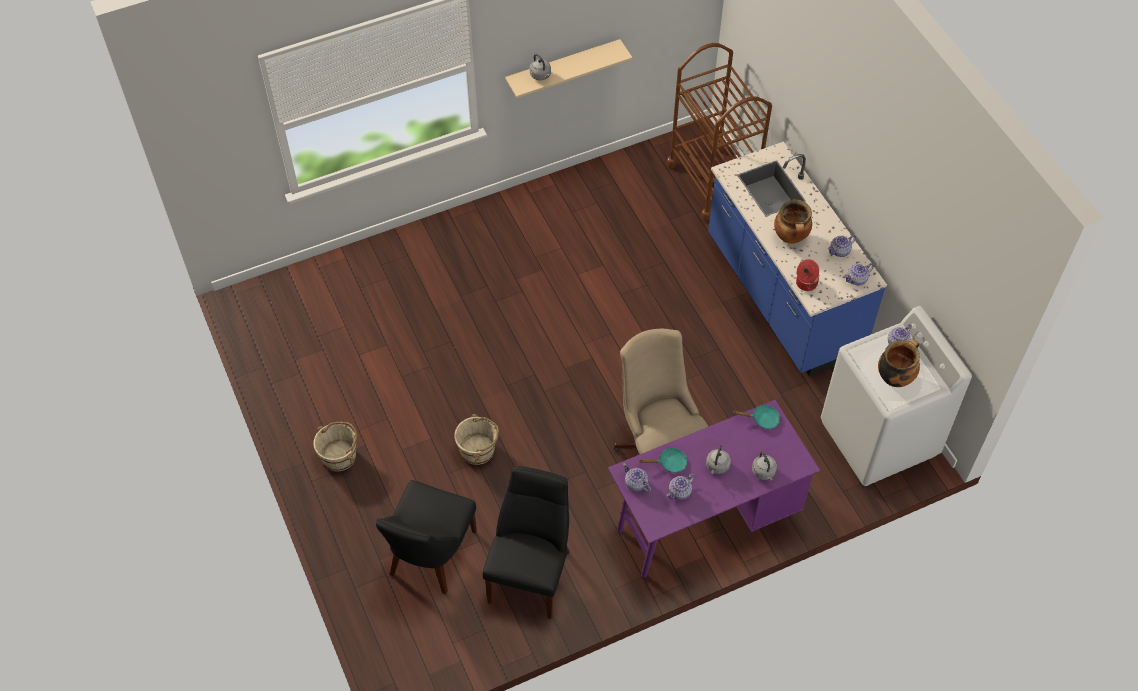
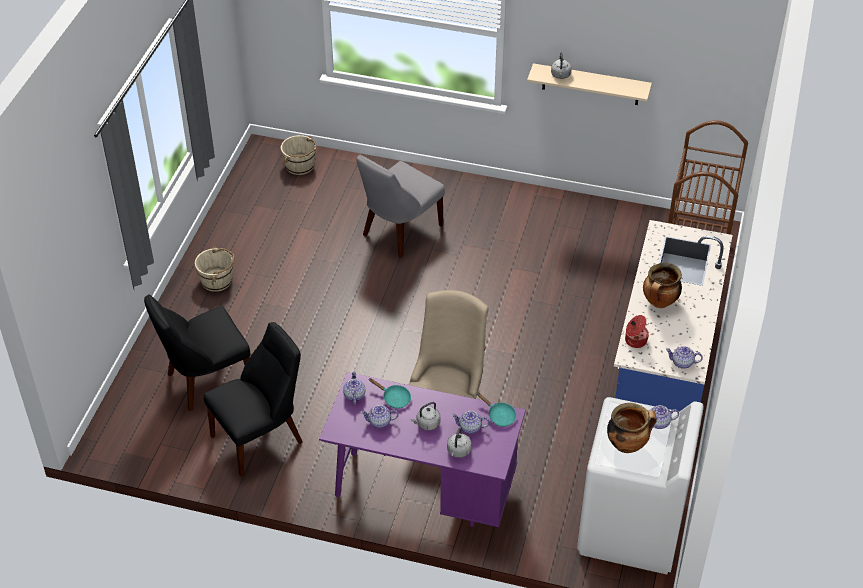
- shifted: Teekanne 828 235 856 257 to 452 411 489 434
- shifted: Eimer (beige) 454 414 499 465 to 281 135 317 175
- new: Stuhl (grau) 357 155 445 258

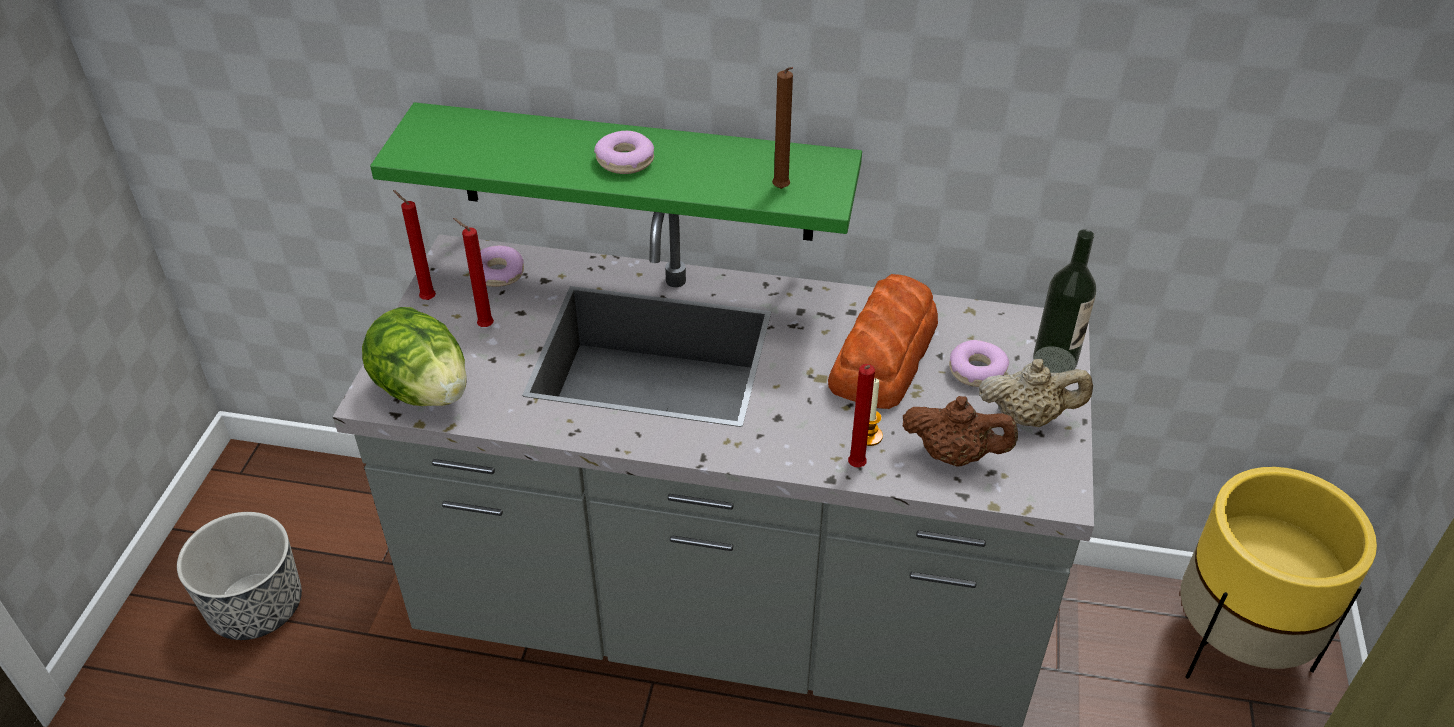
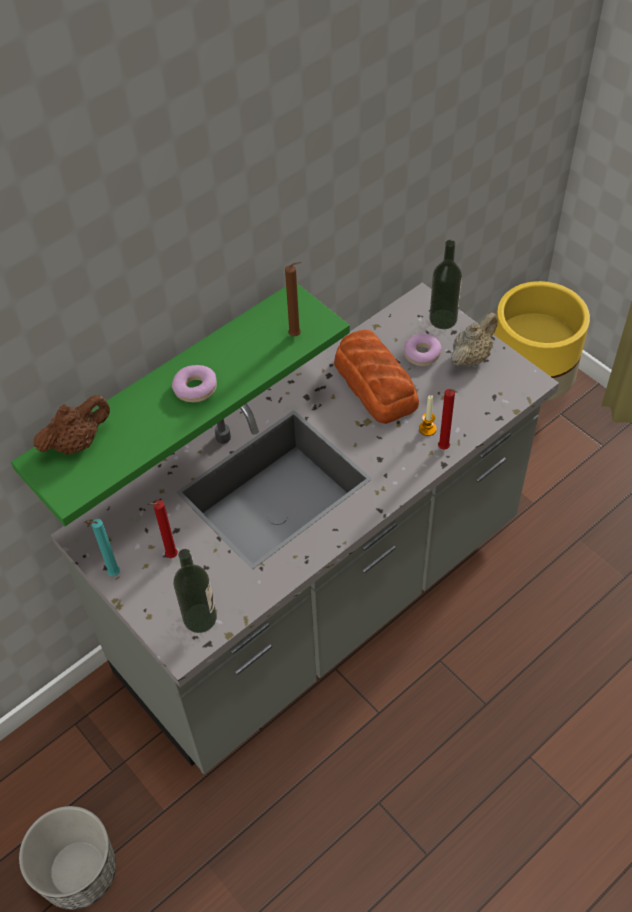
- repainted: Kerze (rot) 393 190 436 300 to Kerze (türkis) 84 519 120 576
- gone: Donut 480 245 524 287
- swapped: Salatkopf 362 307 466 406 to Flasche 173 549 217 633
- shifted: Teekanne (braun) 903 396 1018 467 to 34 395 110 455

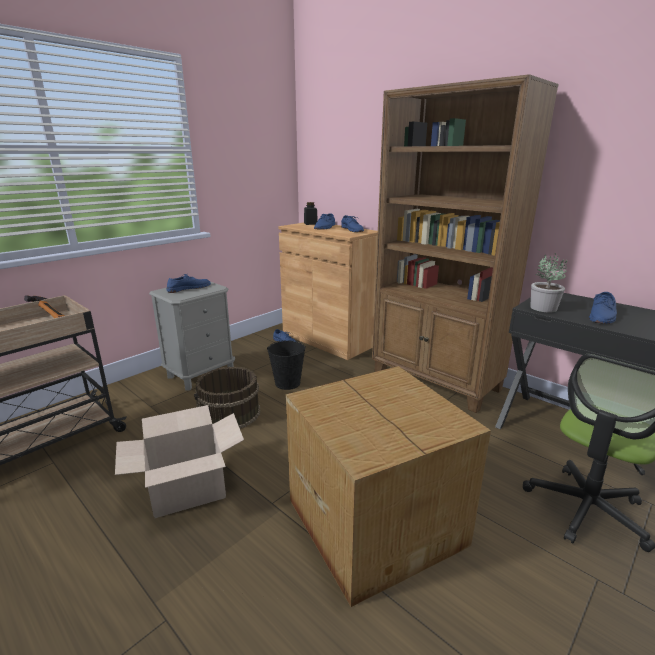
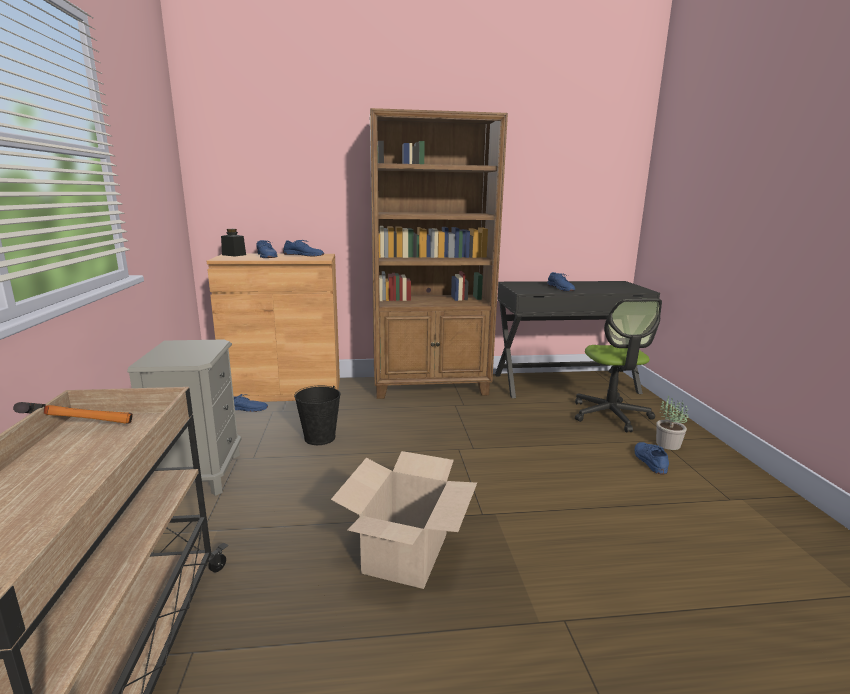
- shifted: Topfpflanze 530 253 567 312 to 656 395 688 450
- shifted: Schuh (blau) 167 274 211 293 to 634 442 669 475
- gone: Karton 286 366 491 607
- gone: Eimer (braun) 194 367 260 429

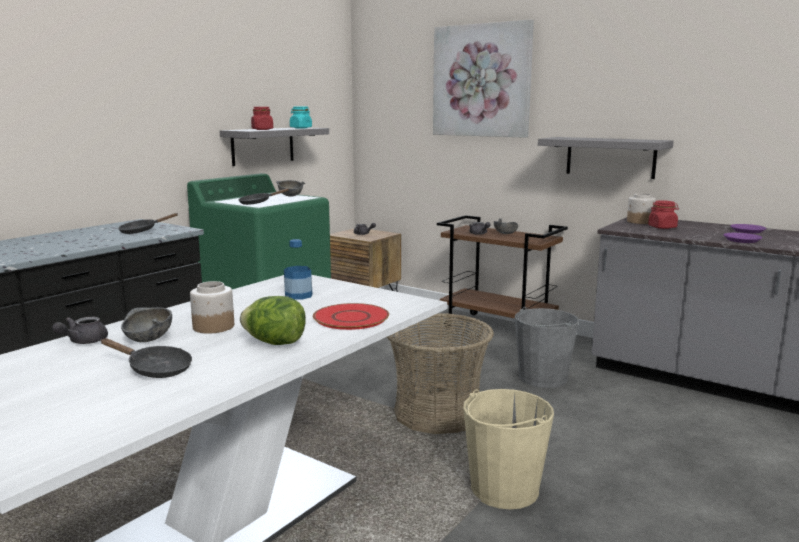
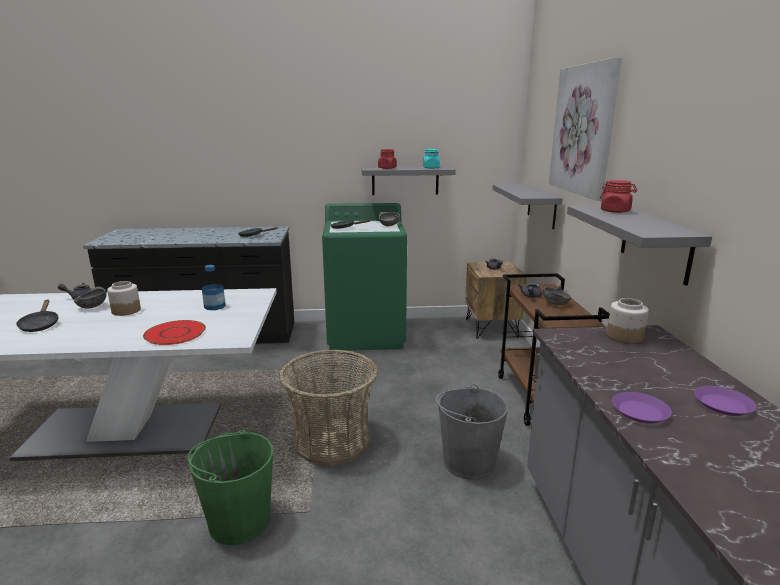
- shifted: Vorratsglas (rot) 648 200 679 229 to 600 180 637 213
- gone: Salatkopf 240 296 306 345
- repainted: Eimer (beige) 463 389 554 509 to Eimer (grün) 188 429 273 545
- new: Wandregal (grau) 492 184 563 229

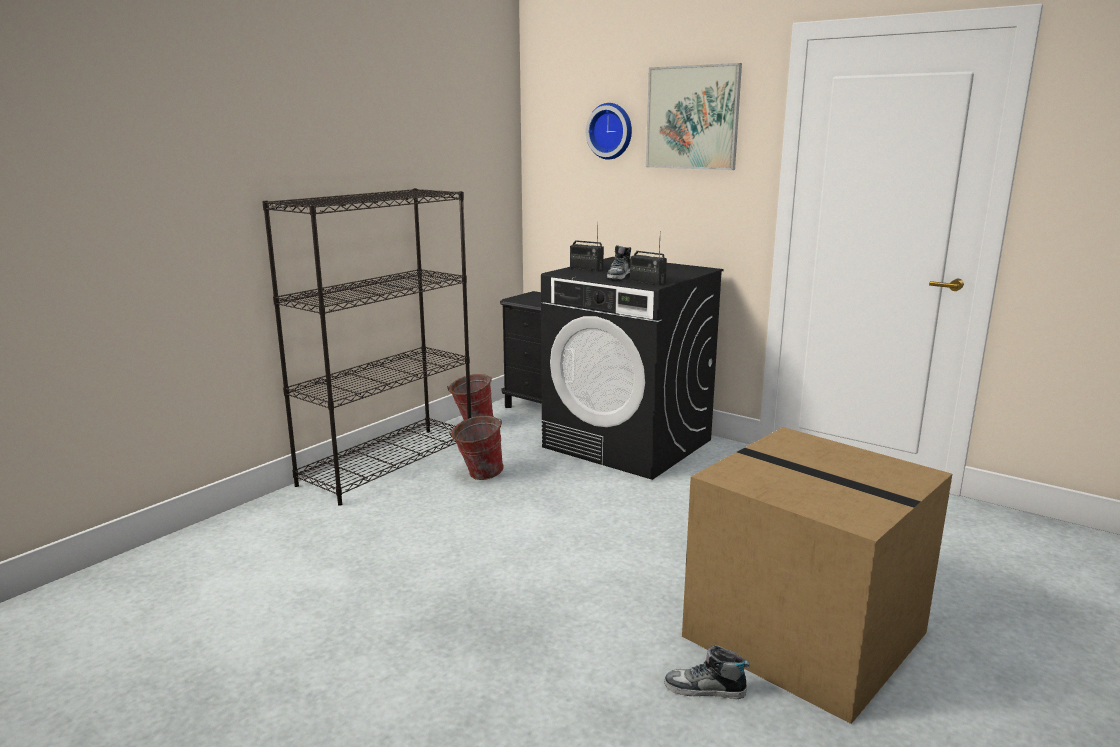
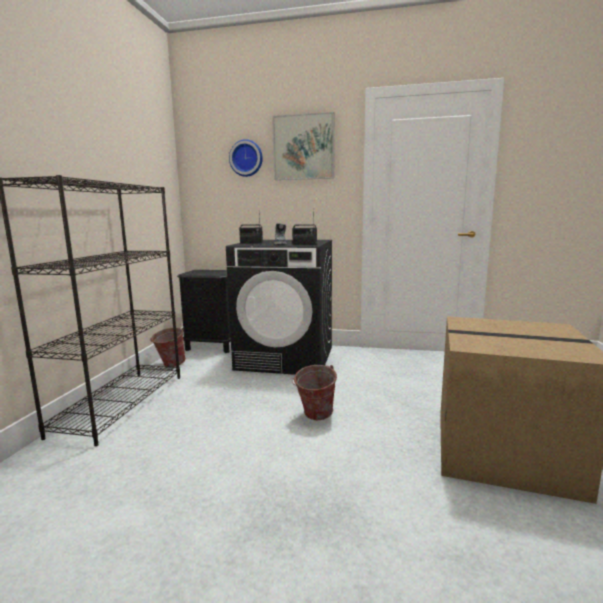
- shifted: Eimer 449 416 504 480 to 292 365 337 420
- gone: Schuh 665 645 750 699

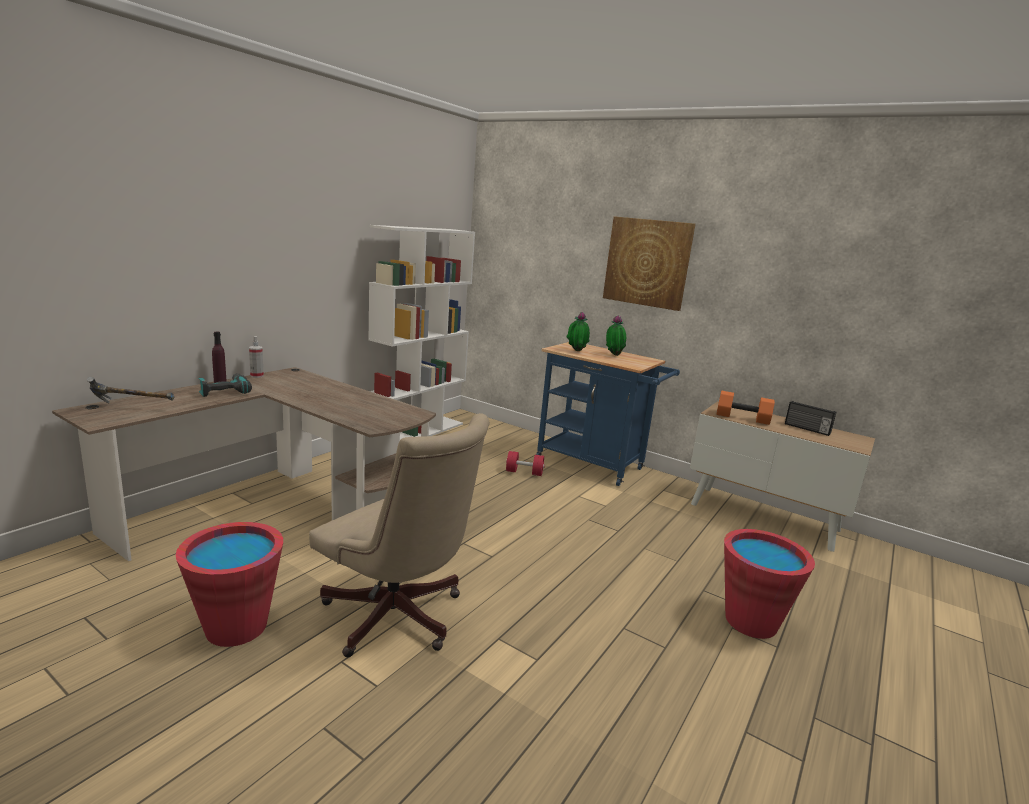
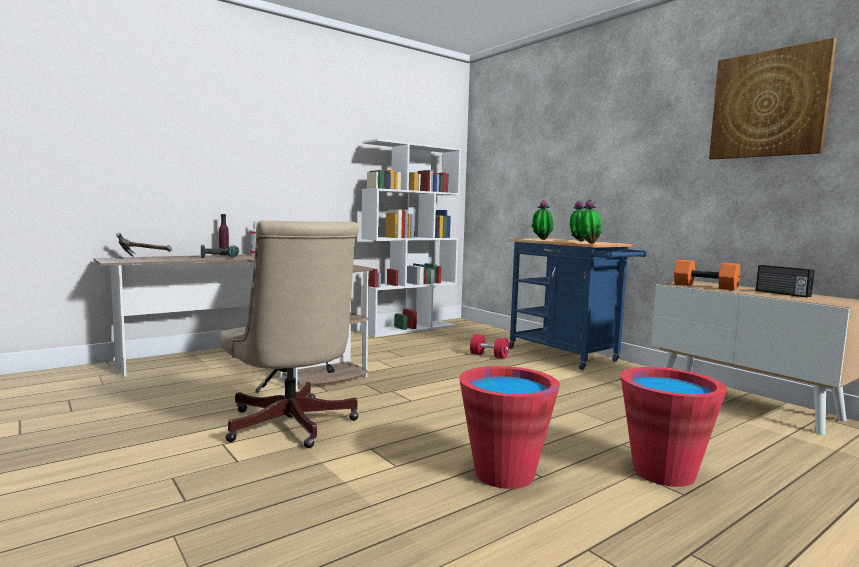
- shifted: Bild 603 216 696 311 to 709 38 837 160
- shifted: Eimer (rot) 176 522 283 647 to 459 366 560 489
- new: Topfpflanze 577 200 603 244

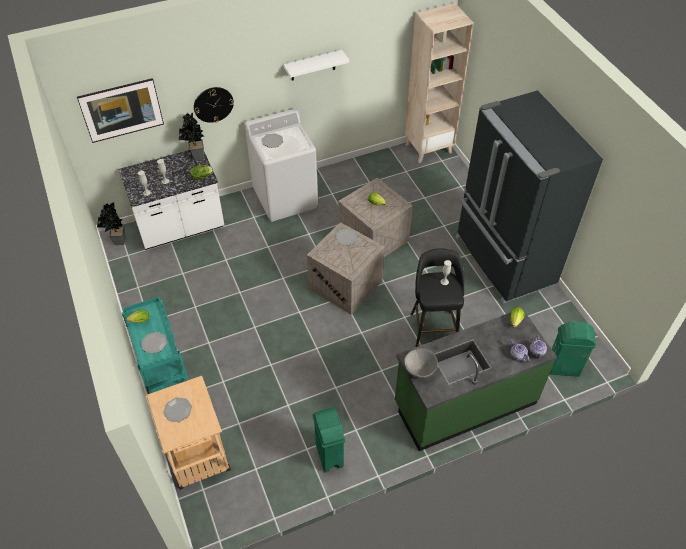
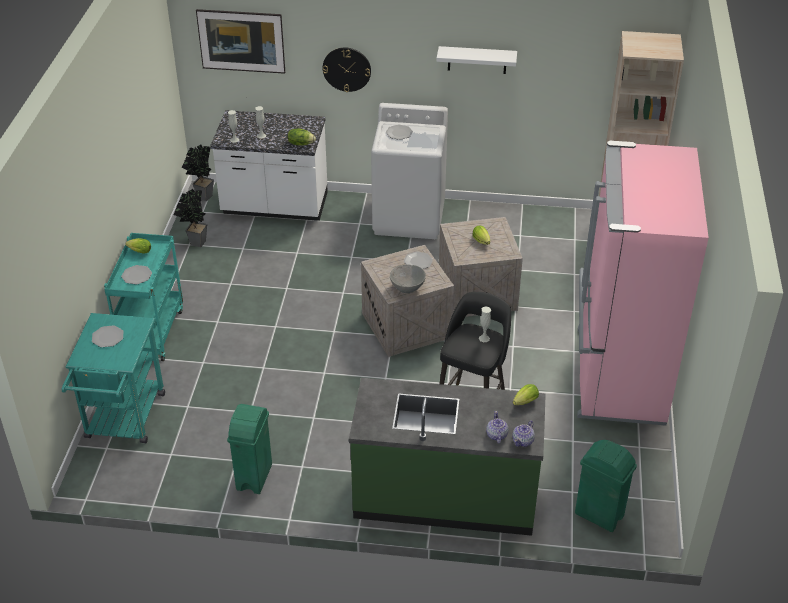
- repainted: Kühlschrank (schwarz) 455 90 603 304 to Kühlschrank (rosa) 577 141 709 426
- shifted: Topfpflanze 179 112 204 161 to 174 189 207 247
- shifted: Schüssel (grau) 404 348 438 378 to 390 264 426 293
- repainted: Rollwagen (beige) 146 376 231 490 to Rollwagen (türkis) 62 313 165 444

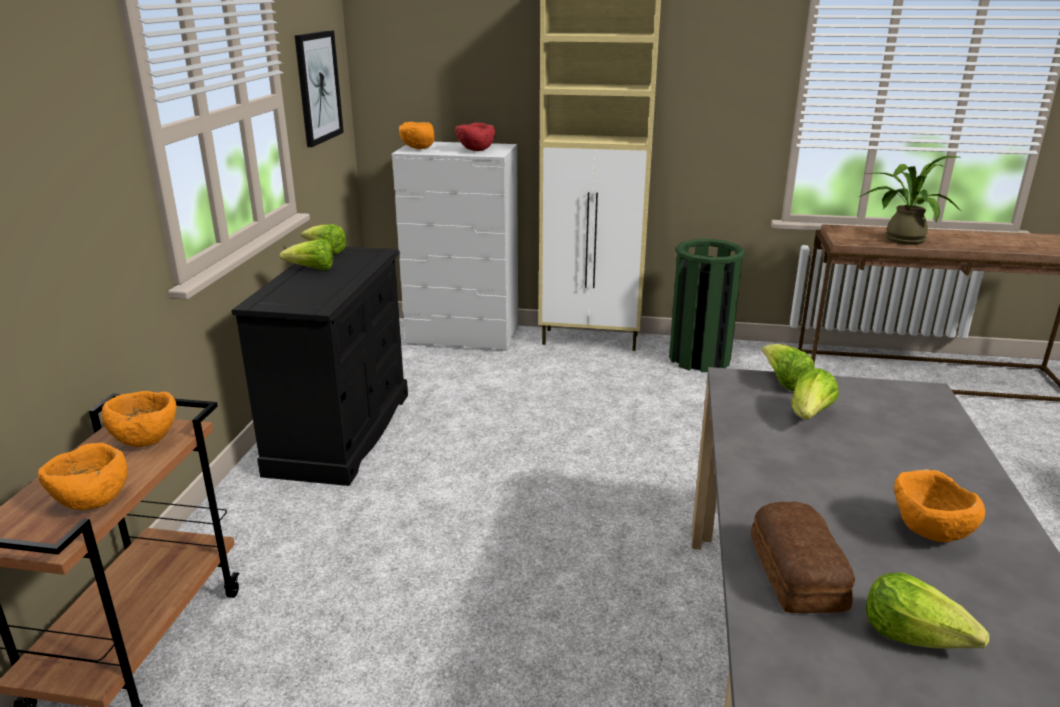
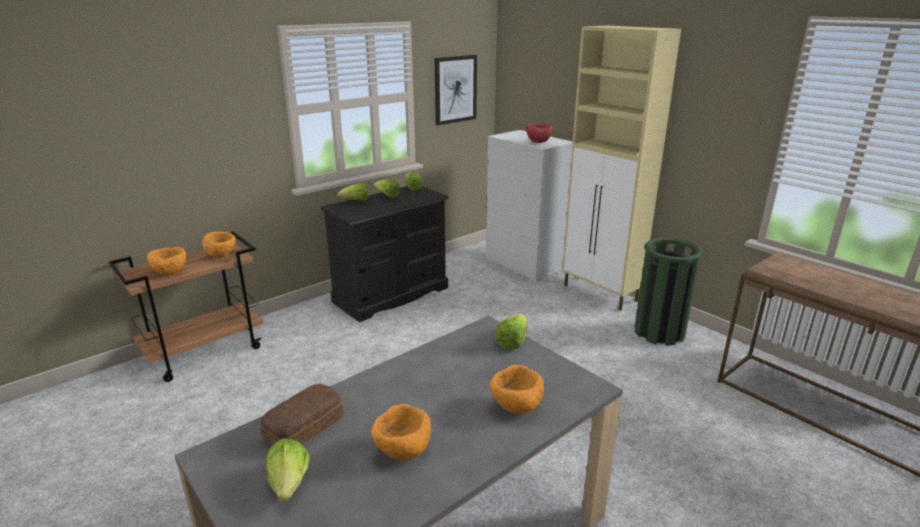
- shifted: Schüssel (orange) 399 122 434 149 to 490 365 544 414
- gone: Topfpflanze 859 156 962 245
- shifted: Salatkopf 791 368 839 420 to 337 182 369 201

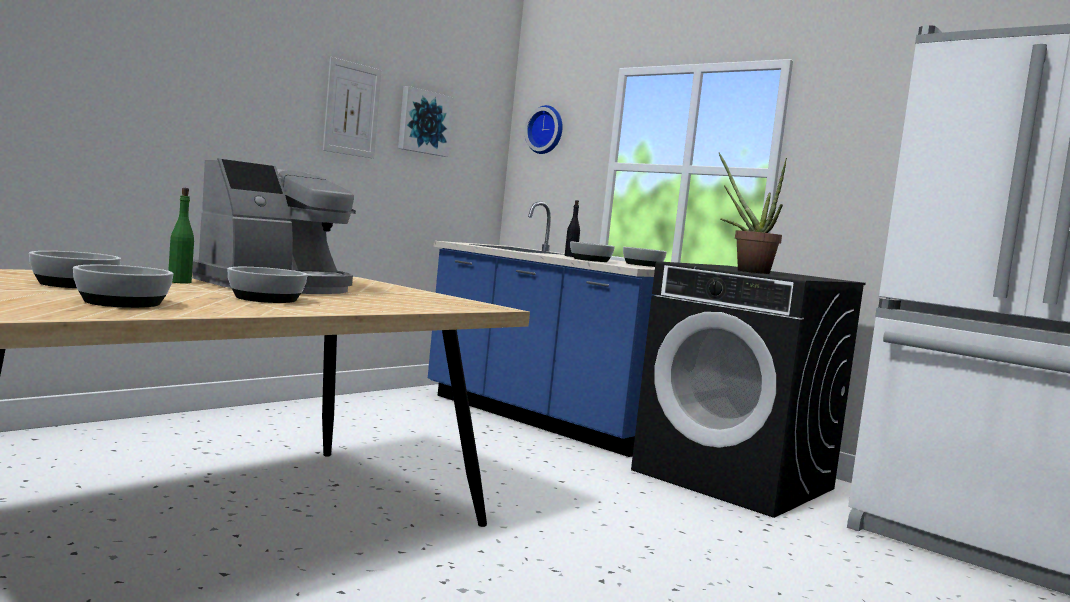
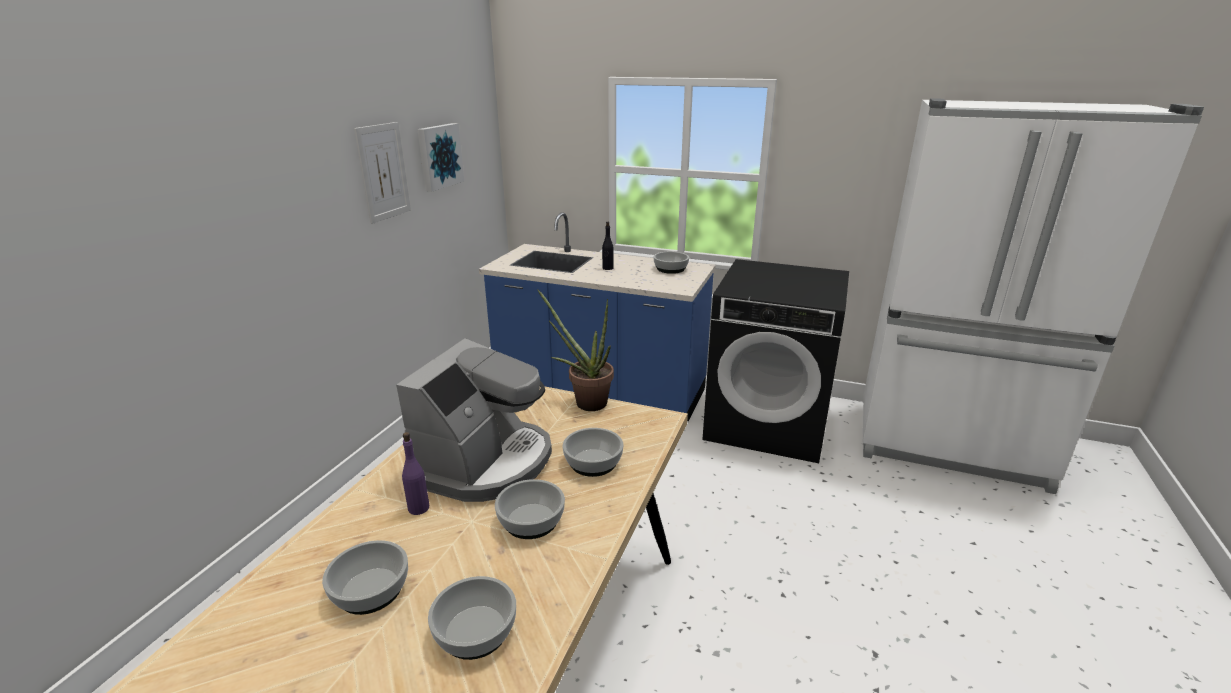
- gone: Wanduhr 524 105 563 154
- shifted: Topfpflanze 719 153 787 274 to 537 289 614 411
- repainted: Flasche (grün) 168 188 194 284 to Flasche (lila) 402 432 429 515
- shifted: Schüssel 570 242 615 262 to 563 428 624 477

